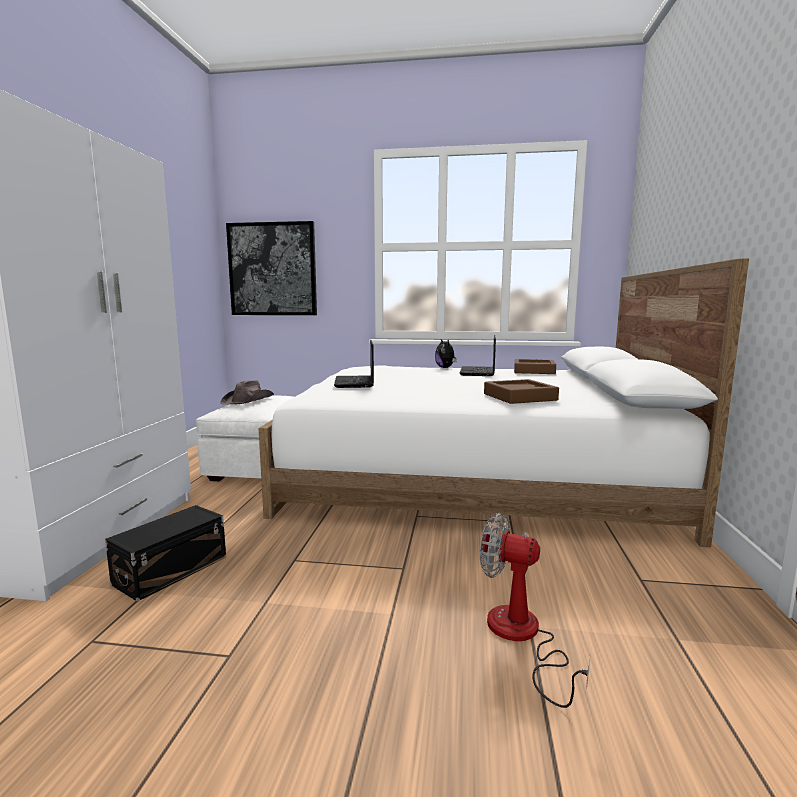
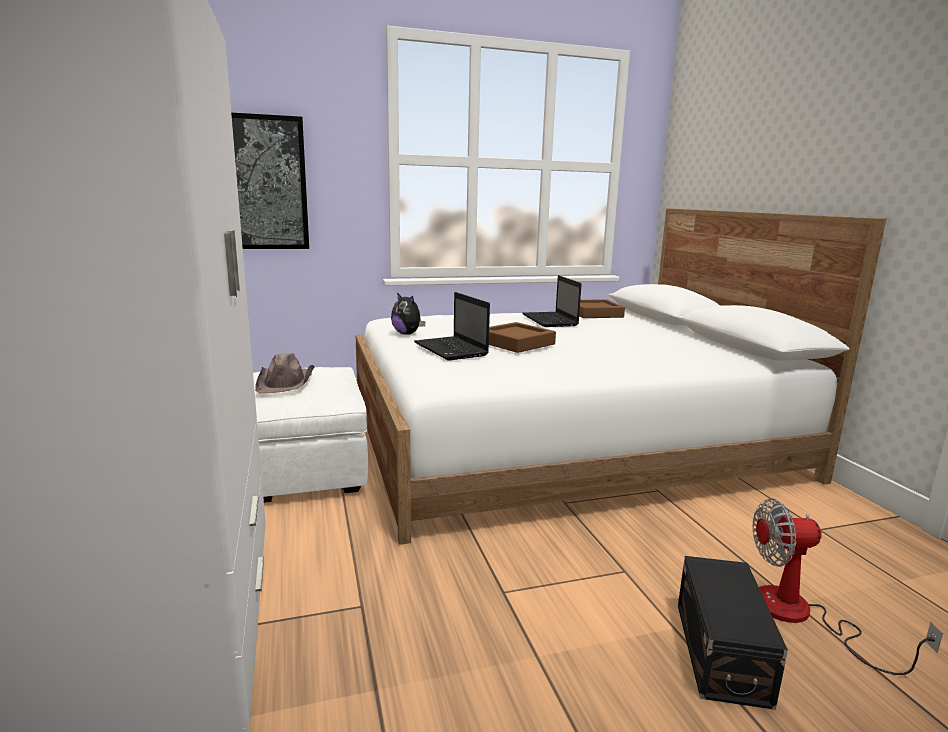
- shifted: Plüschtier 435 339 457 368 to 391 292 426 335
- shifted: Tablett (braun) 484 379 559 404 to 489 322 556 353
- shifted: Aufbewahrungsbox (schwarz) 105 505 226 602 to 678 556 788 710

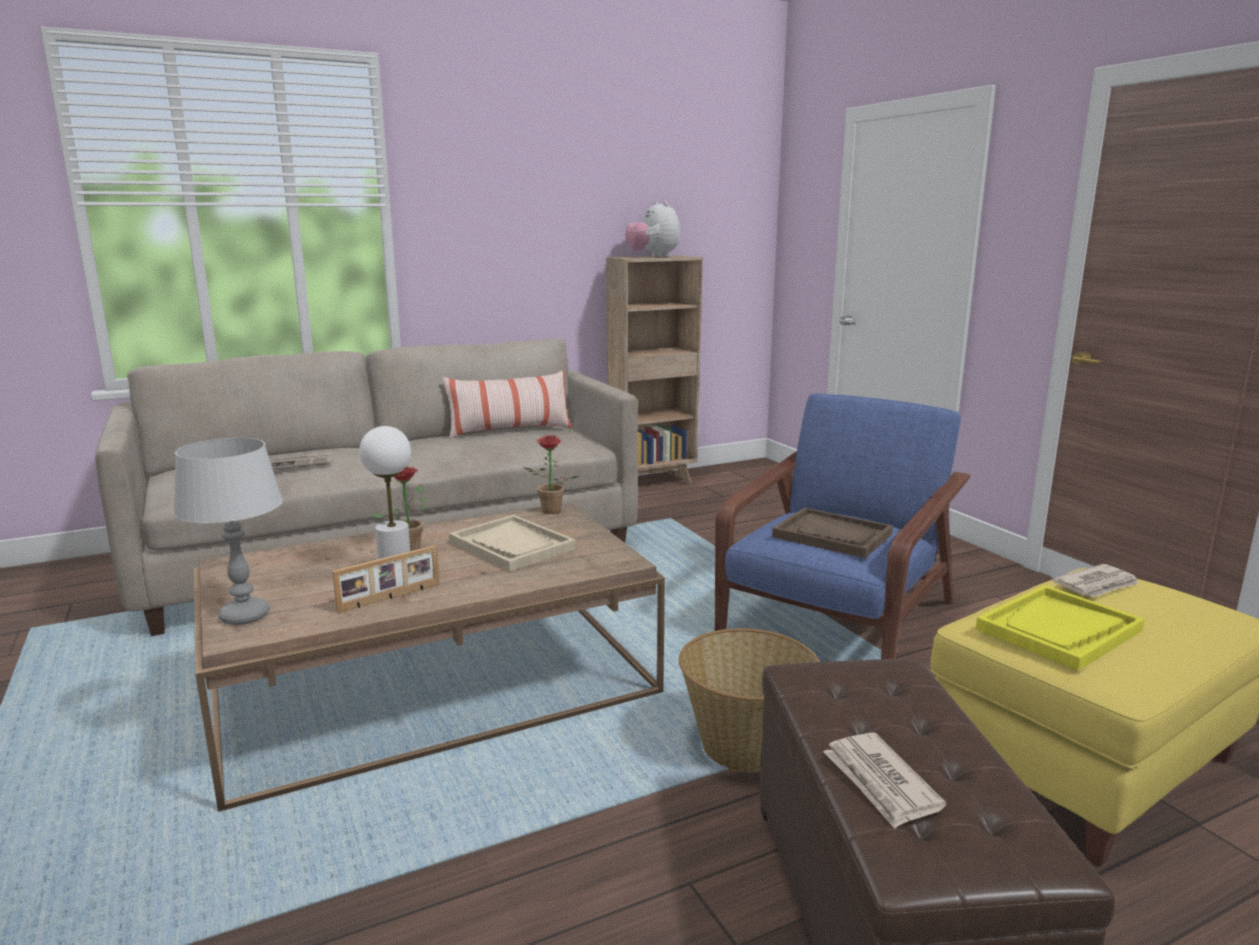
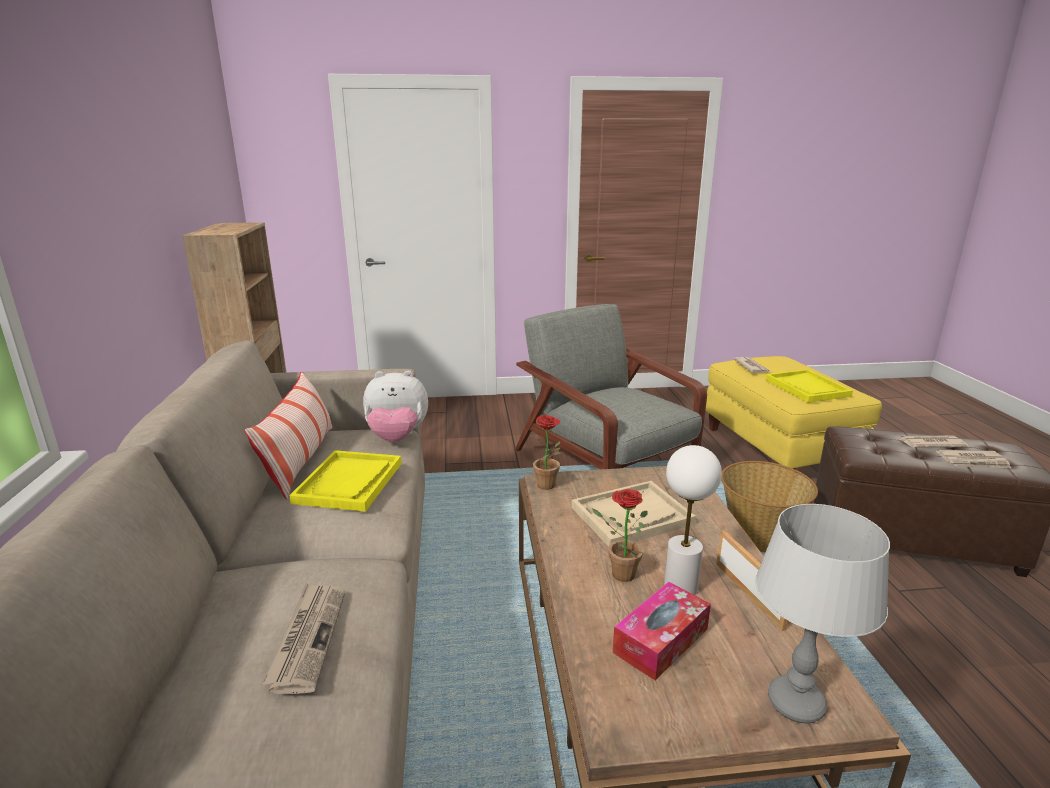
- shifted: Plüschtier 625 201 680 257 to 363 371 428 442
- repainted: Sessel (blau) 715 394 970 659 to Sessel (grau) 515 304 707 469
- gone: Tablett (braun) 772 508 893 558
- new: Zeitung 900 435 969 448
- new: Tablett (gelb) 289 450 402 512
- new: Taschentuchbox 613 582 711 681

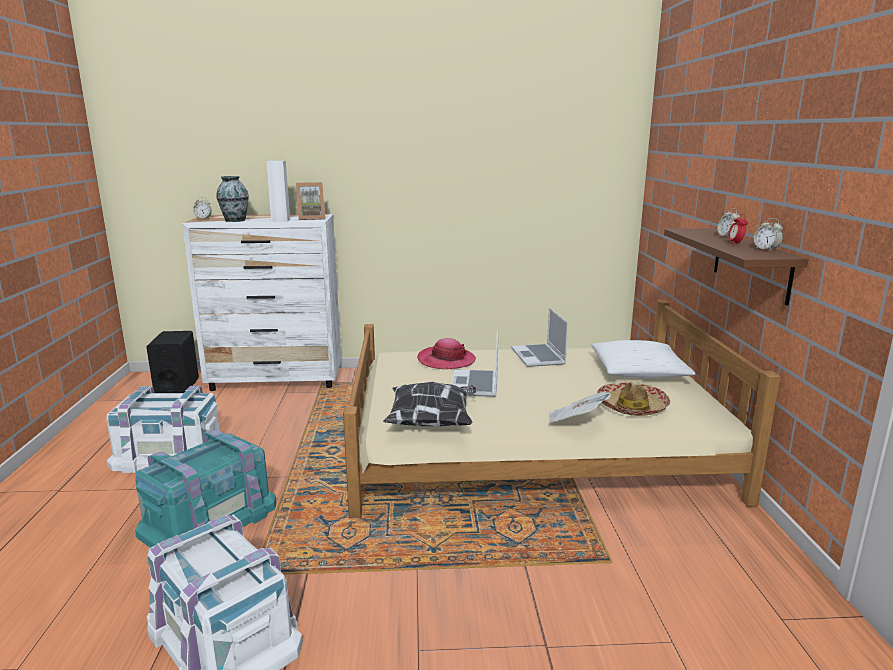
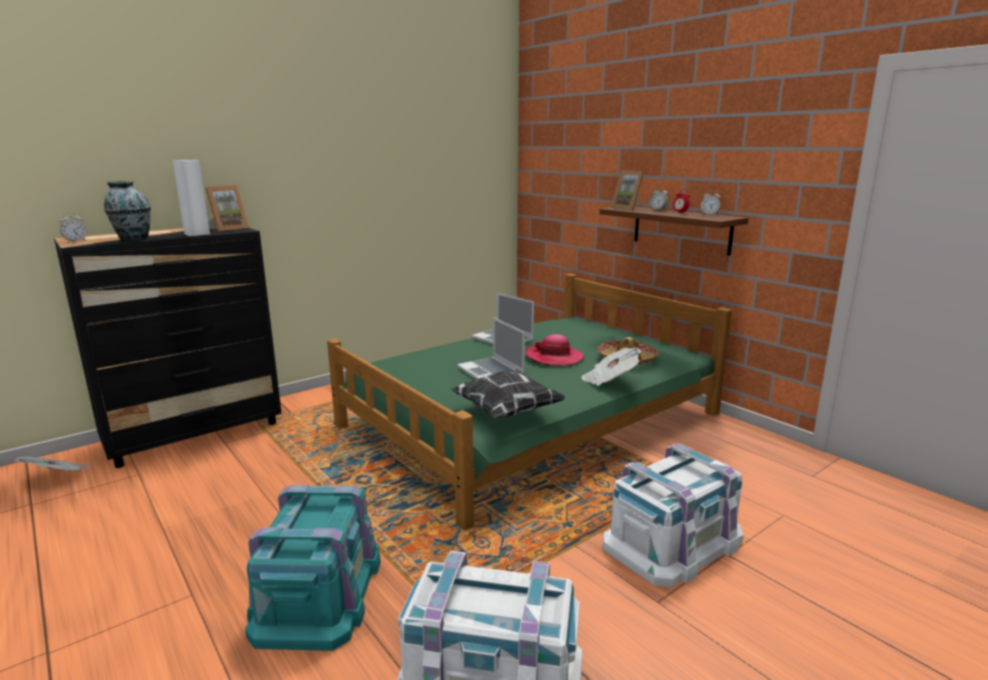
- repainted: Kommode (weiß) 182 214 341 391 to Kommode (schwarz) 54 228 282 468
- repainted: Bett (beige) 343 300 781 518 to Bett (grün) 327 273 732 530
- swapped: Lautsprecher (schwarz) 146 331 199 393 to Zeitung 14 456 93 471
- shifted: Hut 417 338 476 369 to 525 334 585 366
- gone: Kissen (weiß) 591 340 696 378
- shifted: Aufbewahrungsbox (weiß) 106 386 220 473 to 603 444 744 587
- new: Bilderrahmen 611 170 644 210

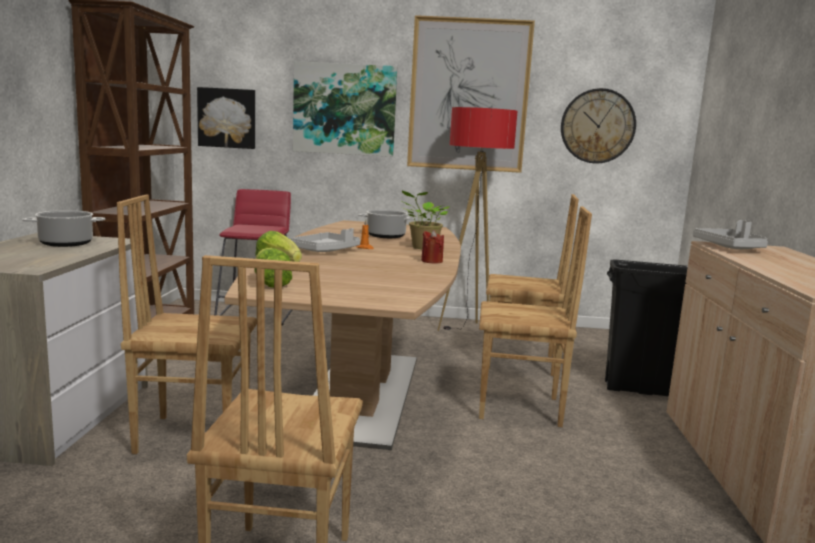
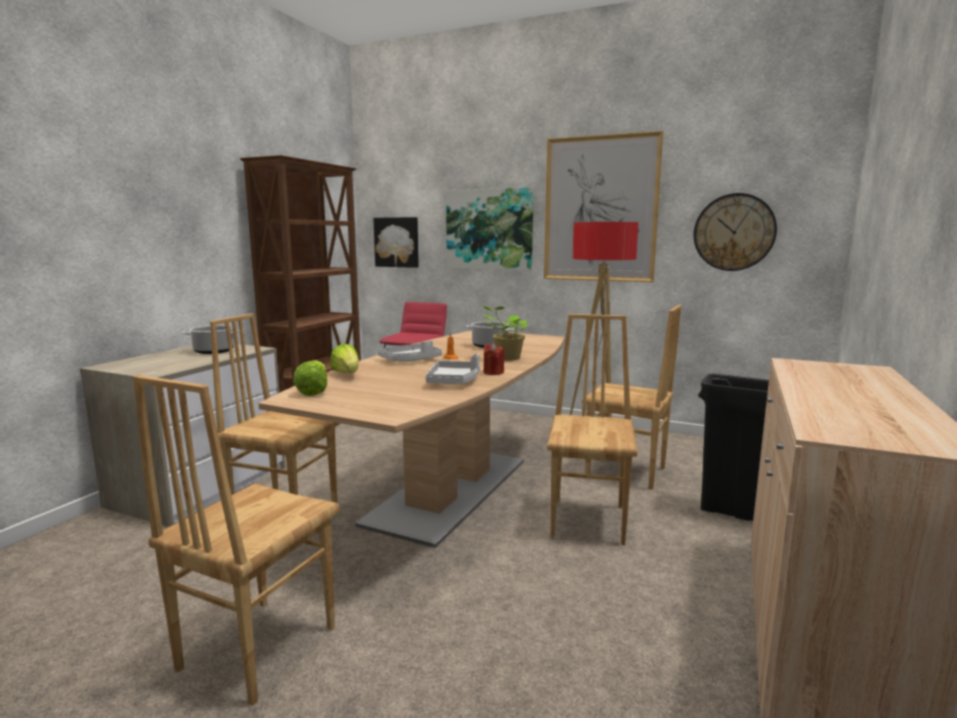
- rotated: Stuhl (braun) 479 206 592 427 = 547 314 638 545 105 degrees counterclockwise
- shifted: Tablett (grau) 693 220 768 249 to 426 354 480 384

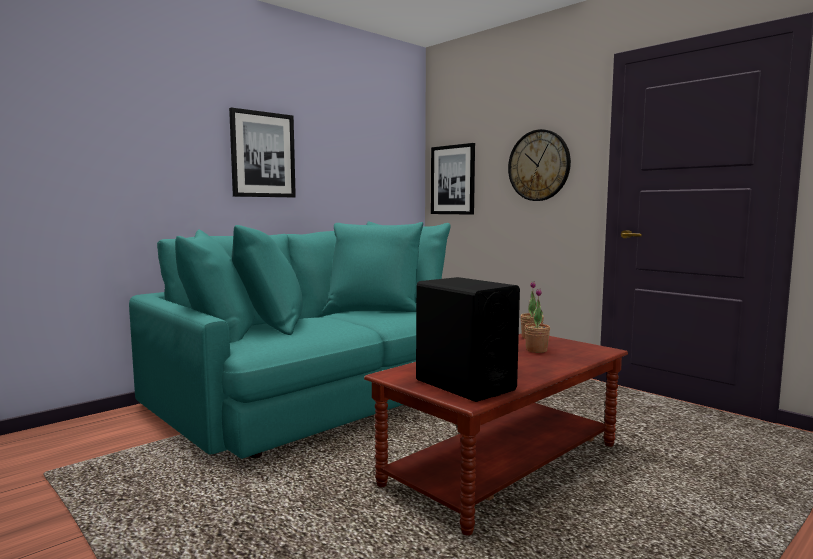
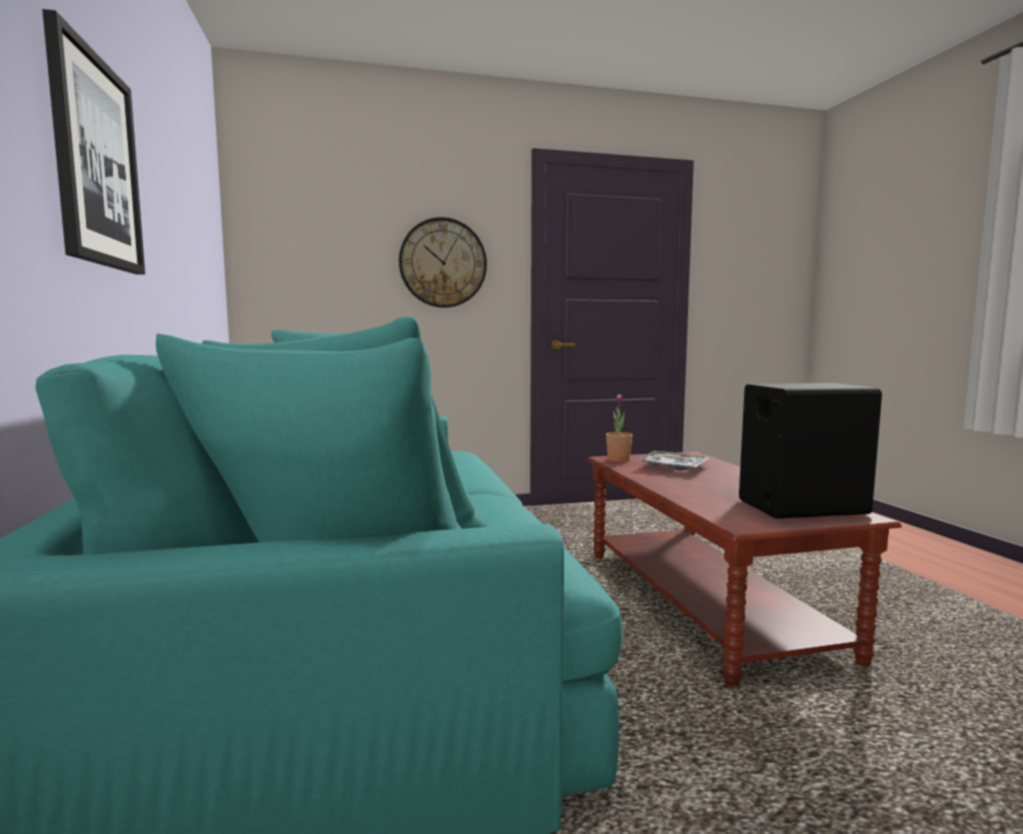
- gone: Bild 431 143 475 215
- swapped: Topfpflanze 525 288 550 353 to Tablett 637 451 710 470

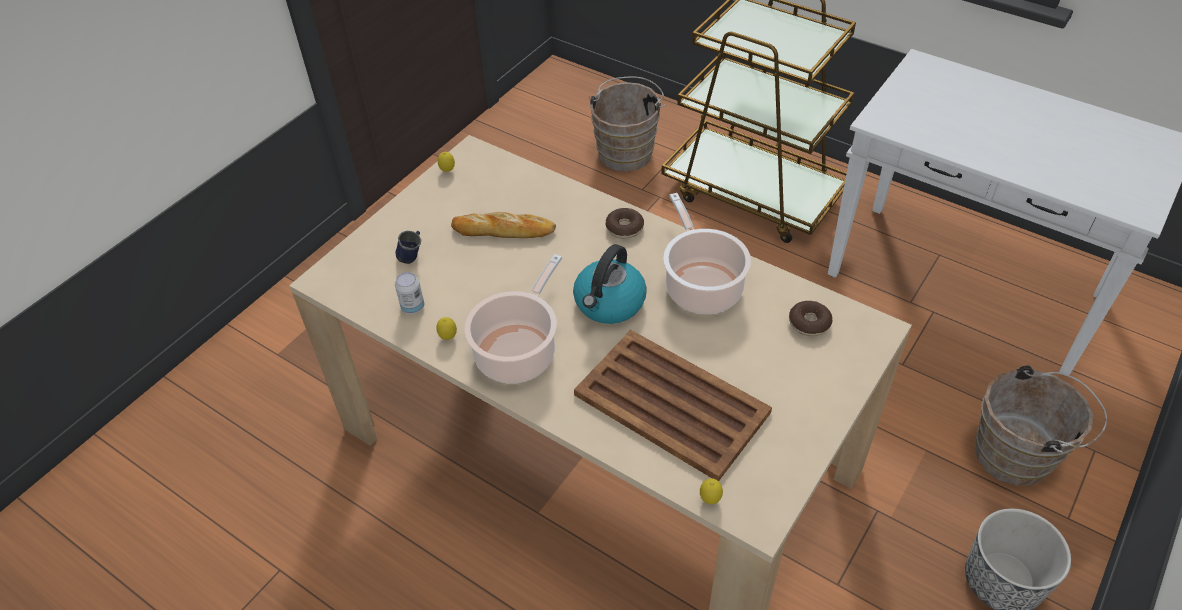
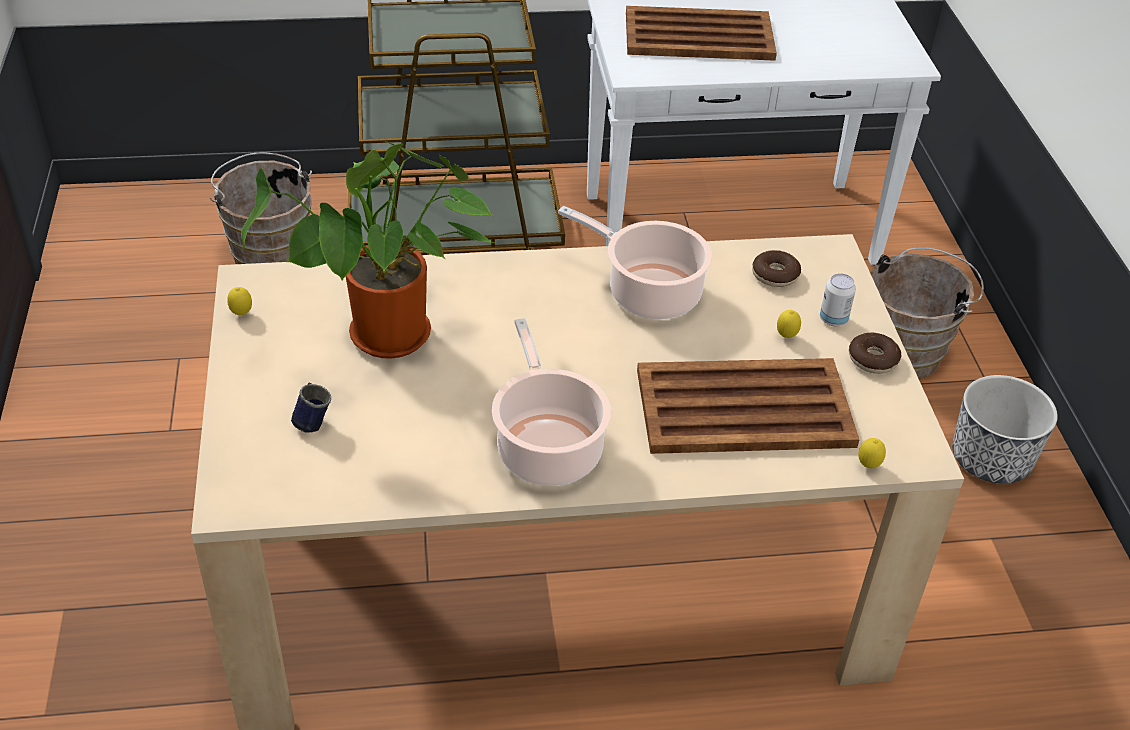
- shifted: Donut 605 208 644 239 to 849 333 901 374
- swapped: Brot 451 212 556 238 to Topfpflanze 241 141 494 359
- gone: Wasserkessel 573 244 647 324
- shifted: Dose 395 272 424 314 to 820 273 856 326
- shifted: Zitrone 436 317 457 340 to 777 310 801 338
- new: Tablett (braun) 626 6 777 61

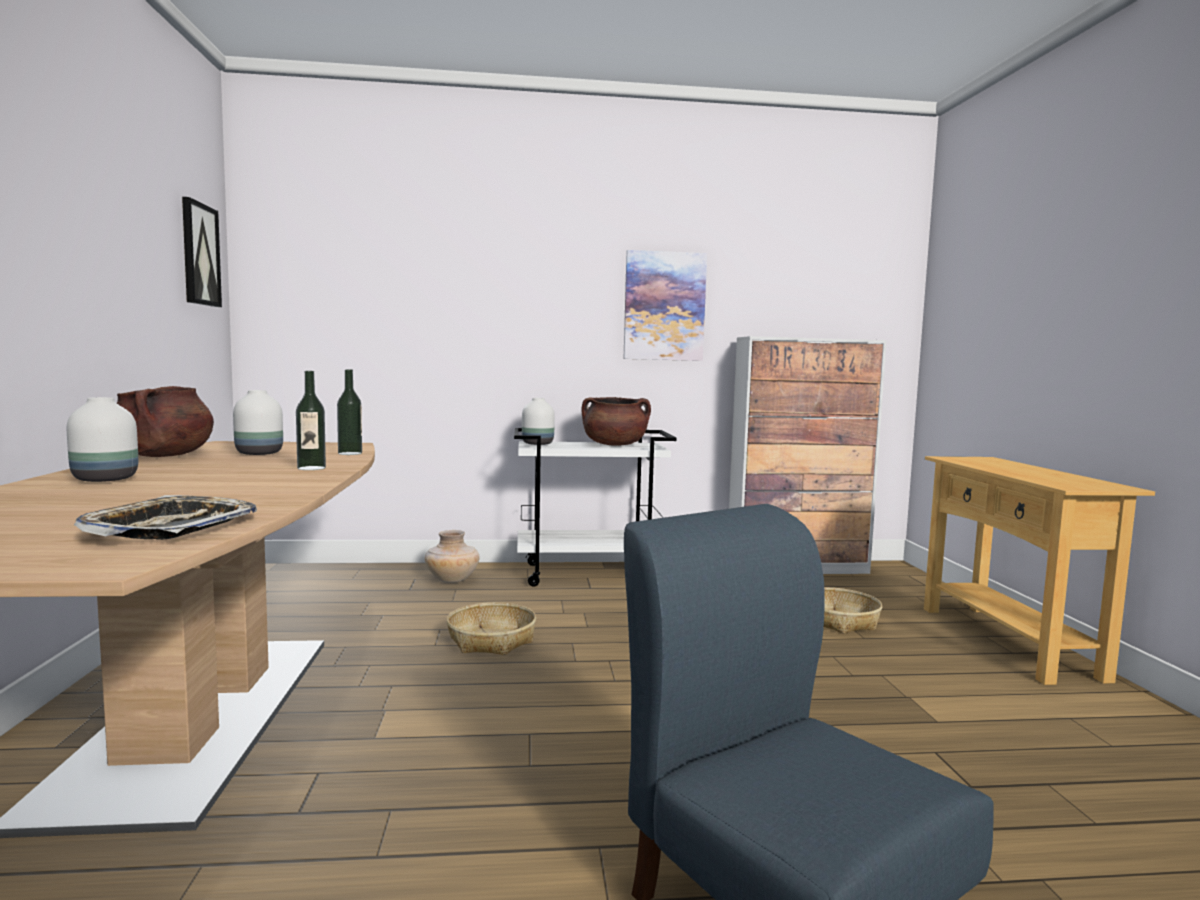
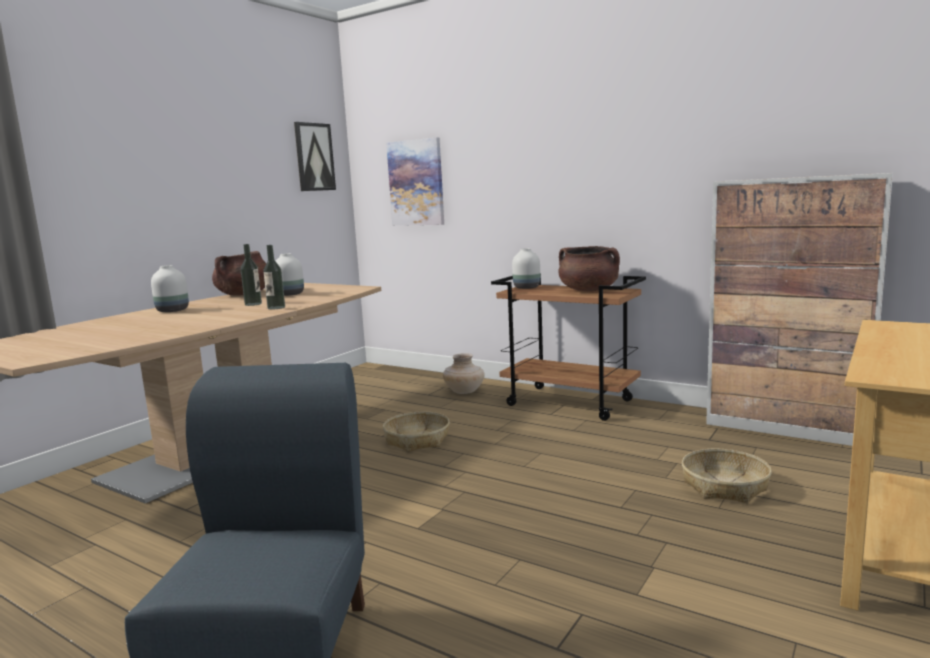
- shifted: Bild 624 250 707 361 to 386 137 444 226
- shifted: Flasche 337 369 362 455 to 241 244 262 306
- repainted: Rollwagen (weiß) 514 428 676 587 to Rollwagen (braun) 491 273 646 421
- gone: Tablett 74 495 257 540

